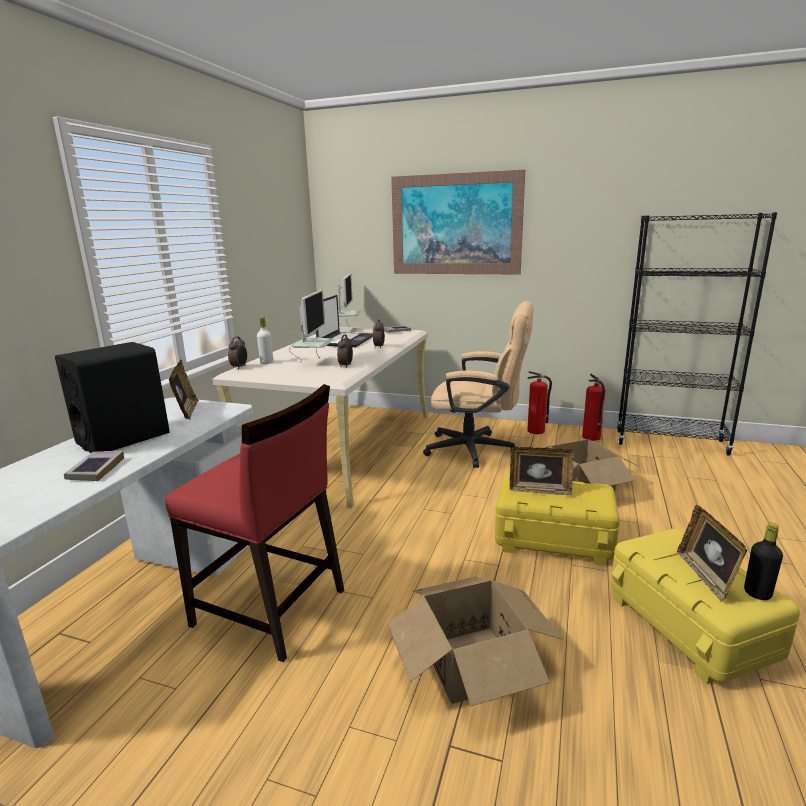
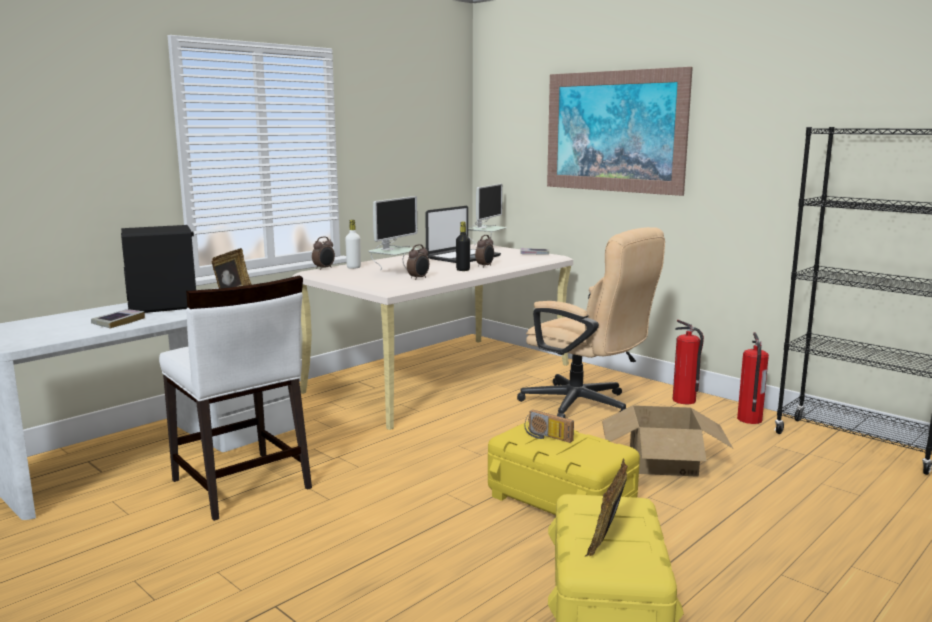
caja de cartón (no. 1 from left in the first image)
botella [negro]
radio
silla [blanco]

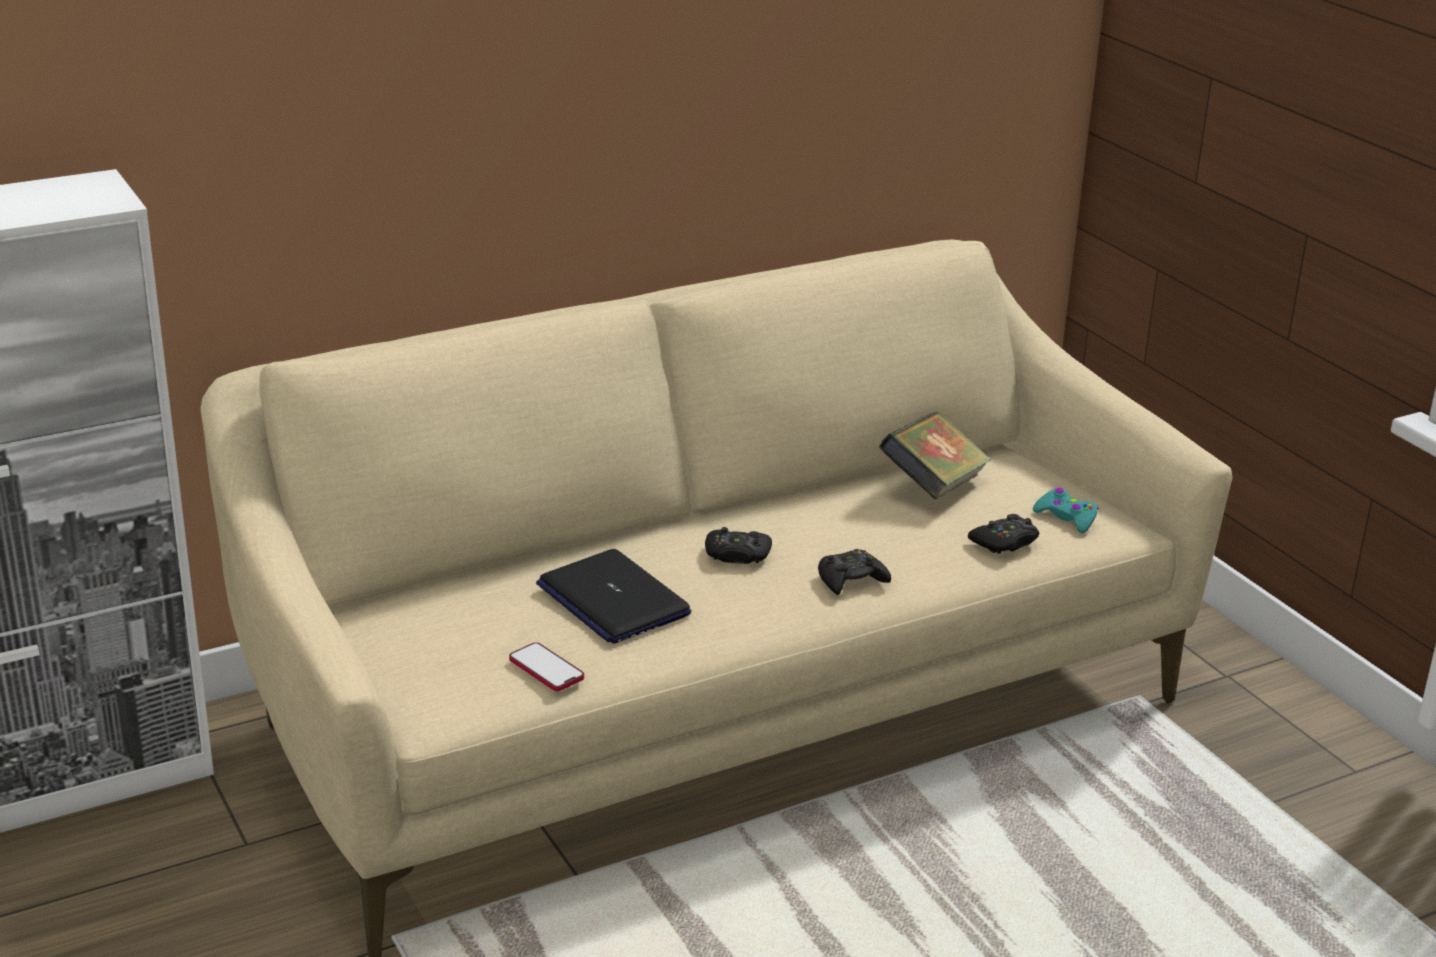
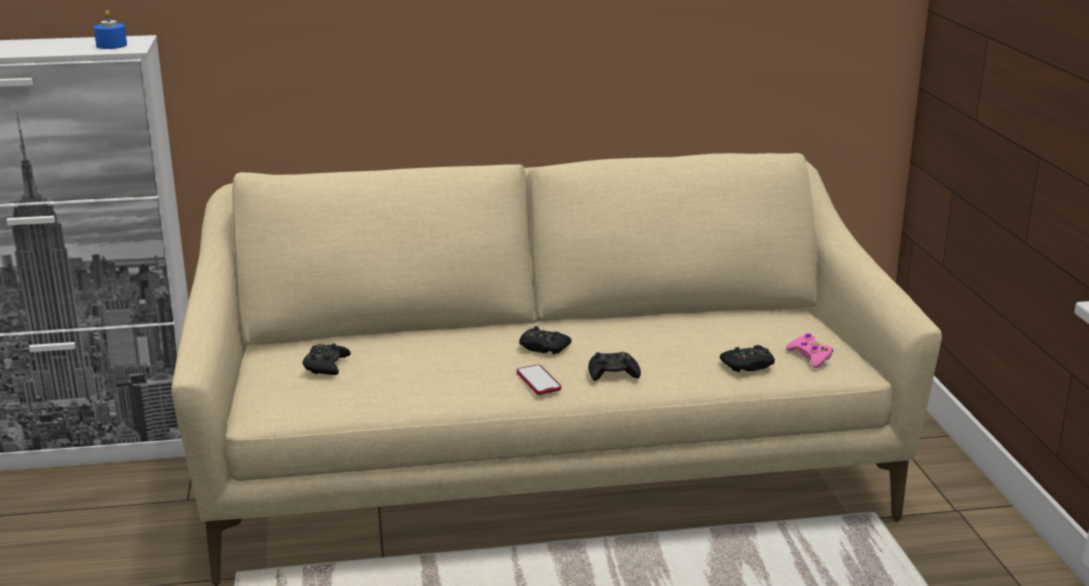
portátil
libro
vela [azul]
mando de consola [negro] (no. 1 from left)
móvil
mando de consola [rosa]

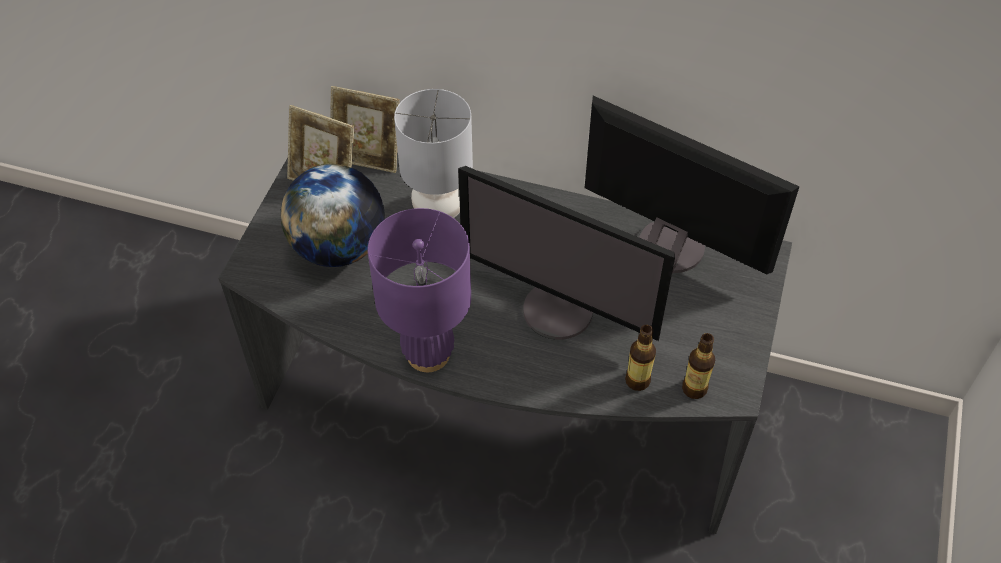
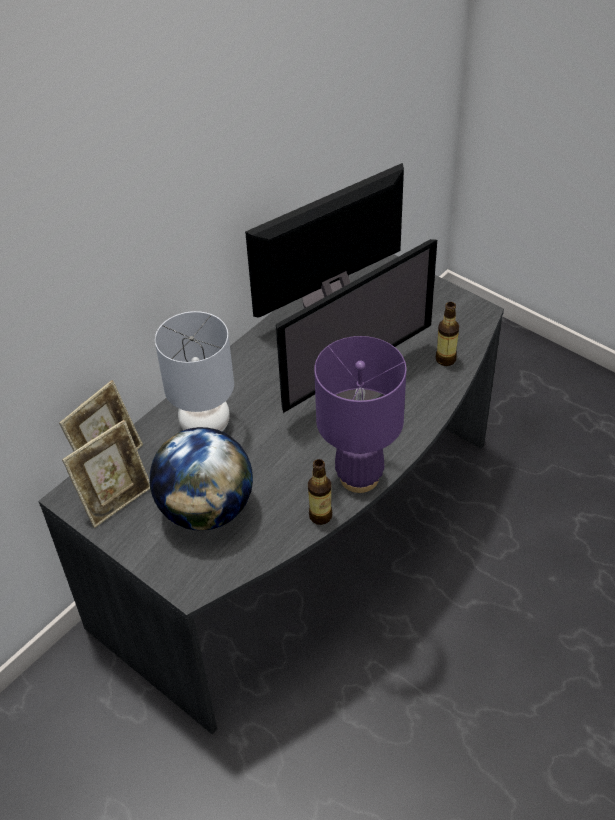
botella (no. 1 from left)

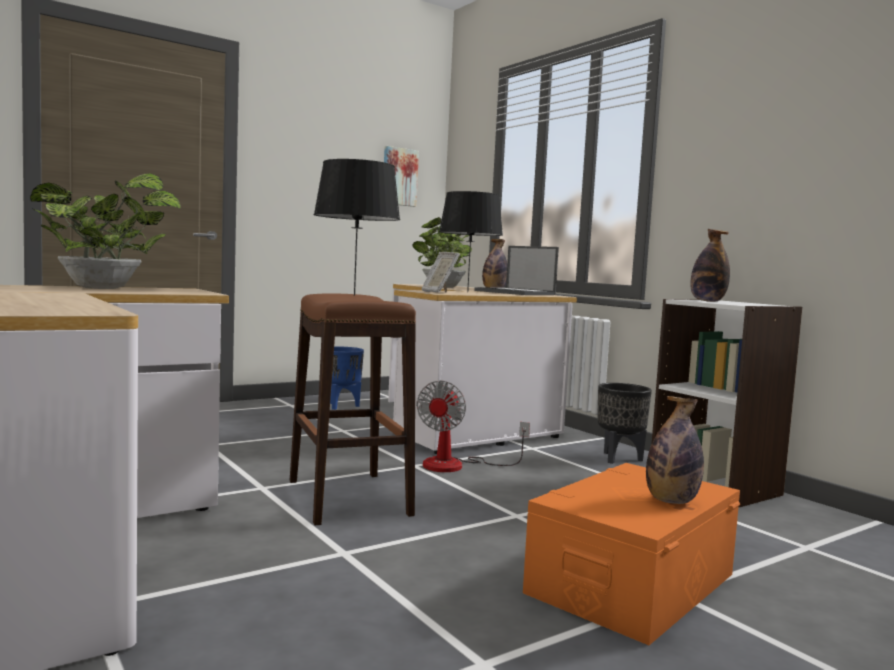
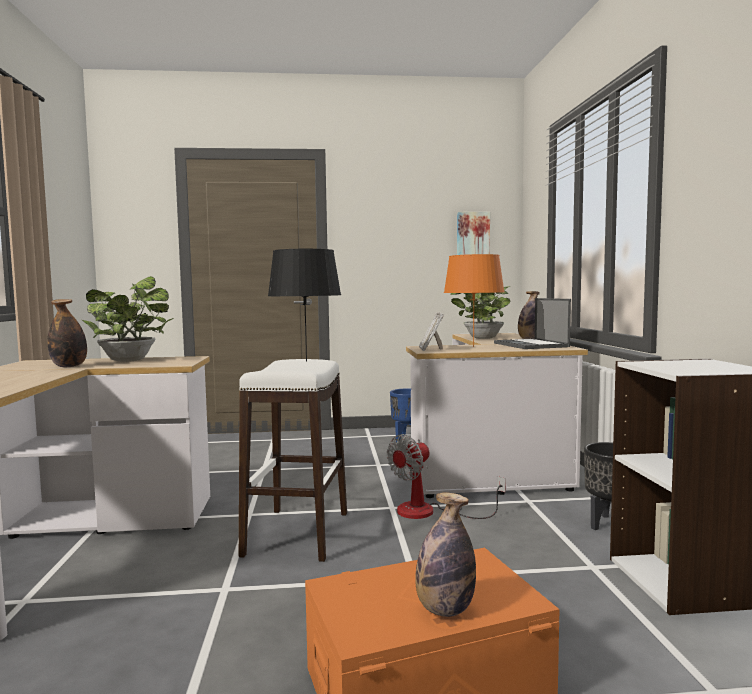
botella (no. 1 from left)
taburete [blanco]
lámpara de mesa [naranja]

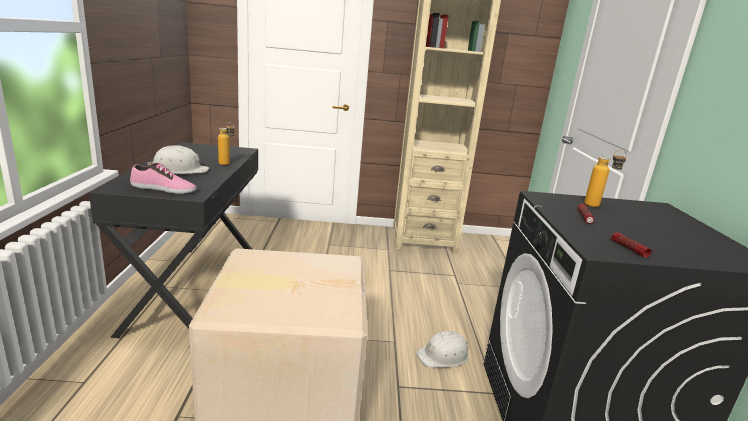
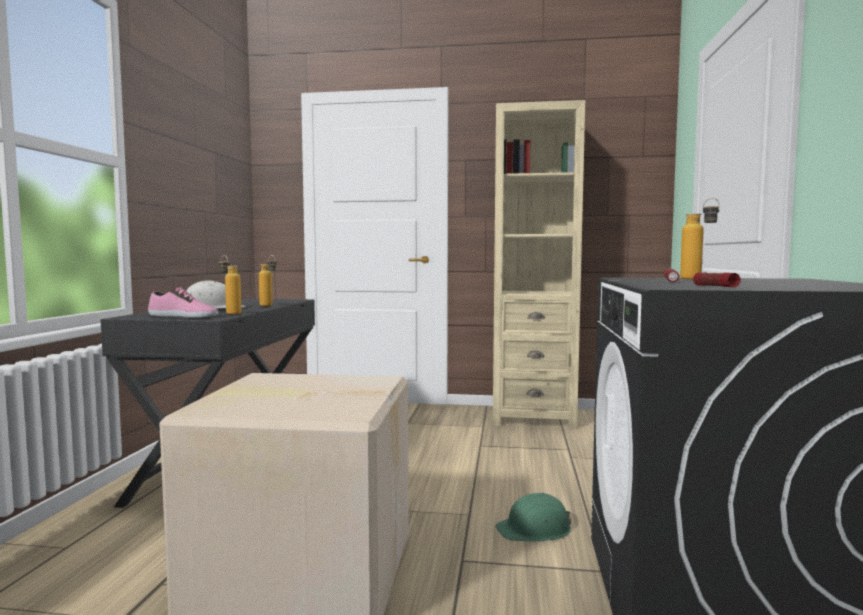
botella (no. 1 from left)
casco [verde]

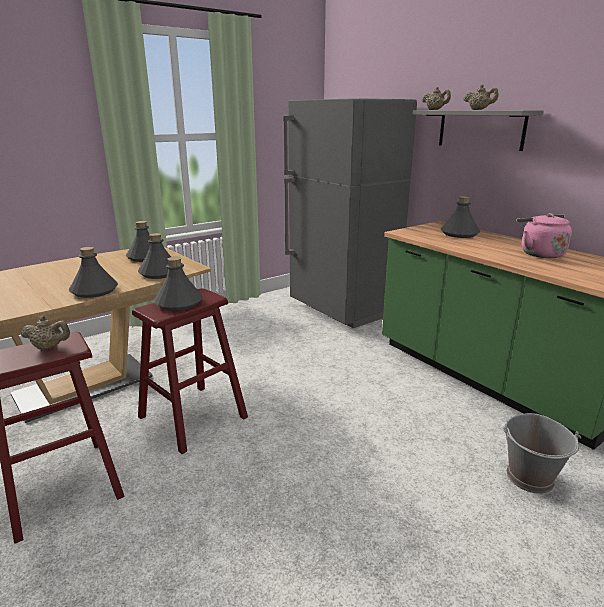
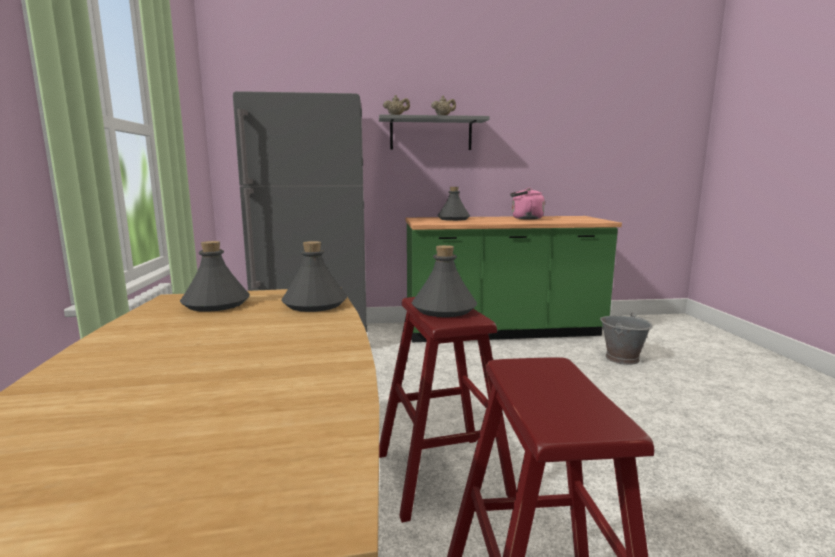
tetera [beis] (no. 1 from left in the first image)
botella [gris] (no. 1 from left in the first image)

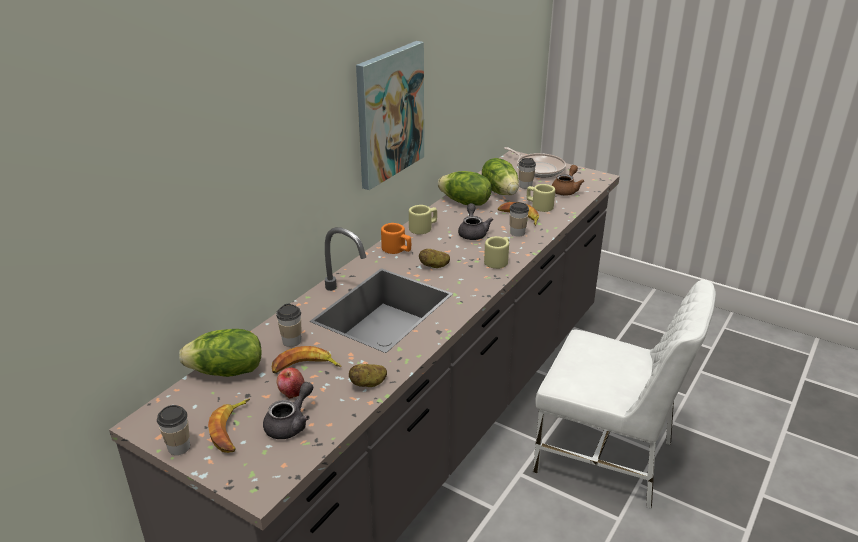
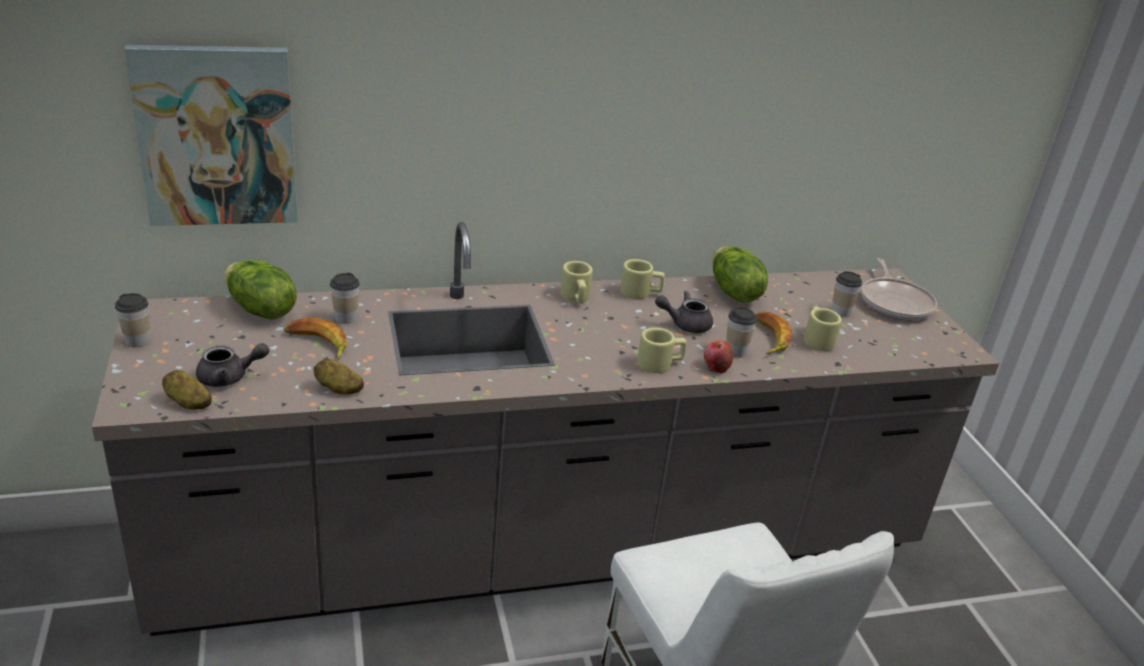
plátano (no. 1 from left in the first image)
lechuga (no. 3 from left in the first image)
tetera [marrón]
manzana
cuadro
patata (no. 1 from left)
taza grande [beis] (no. 1 from left)
tetera [gris] (no. 2 from left)

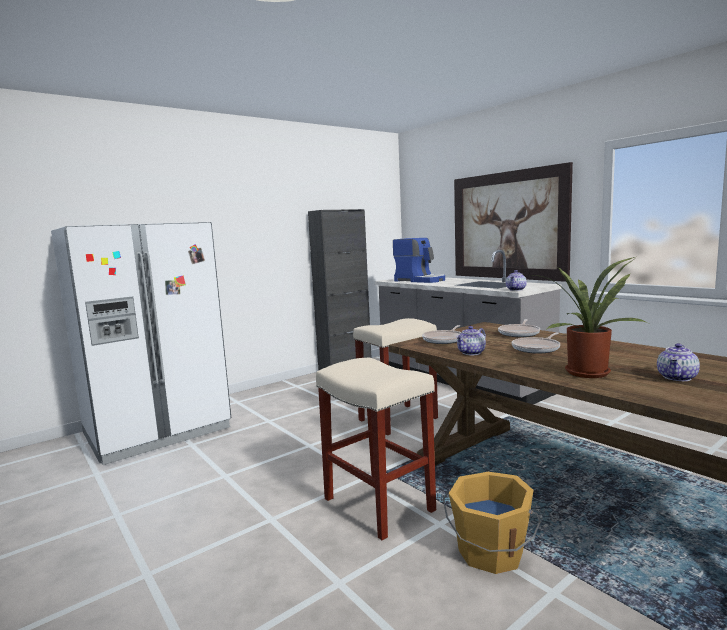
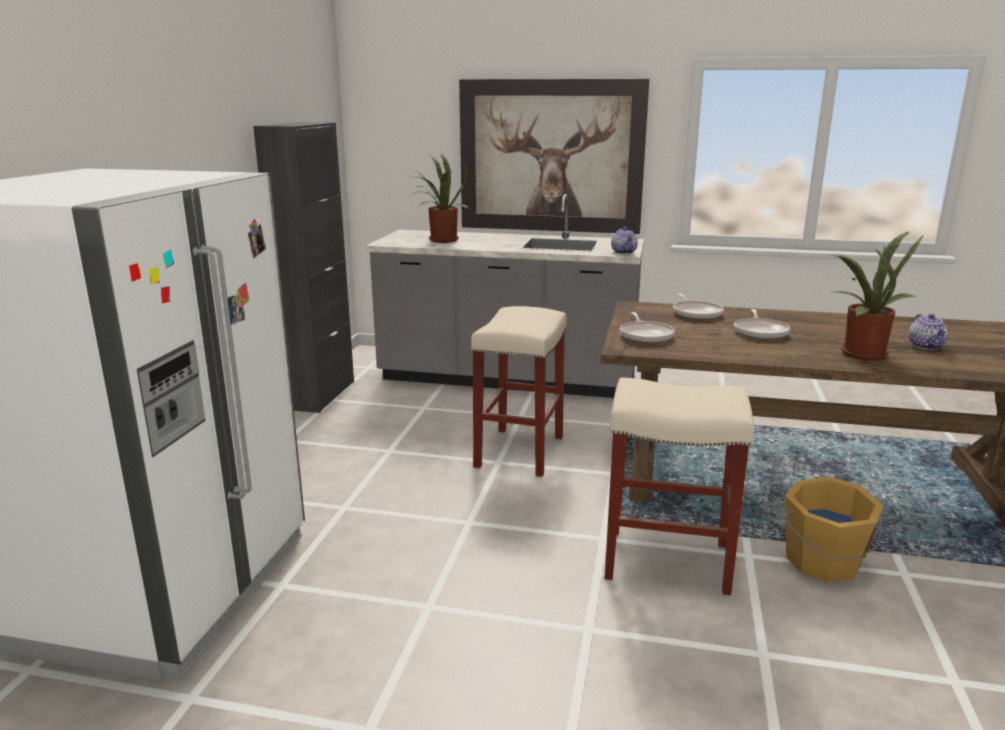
tetera (no. 1 from left in the first image)
planta en maceta (no. 1 from left)

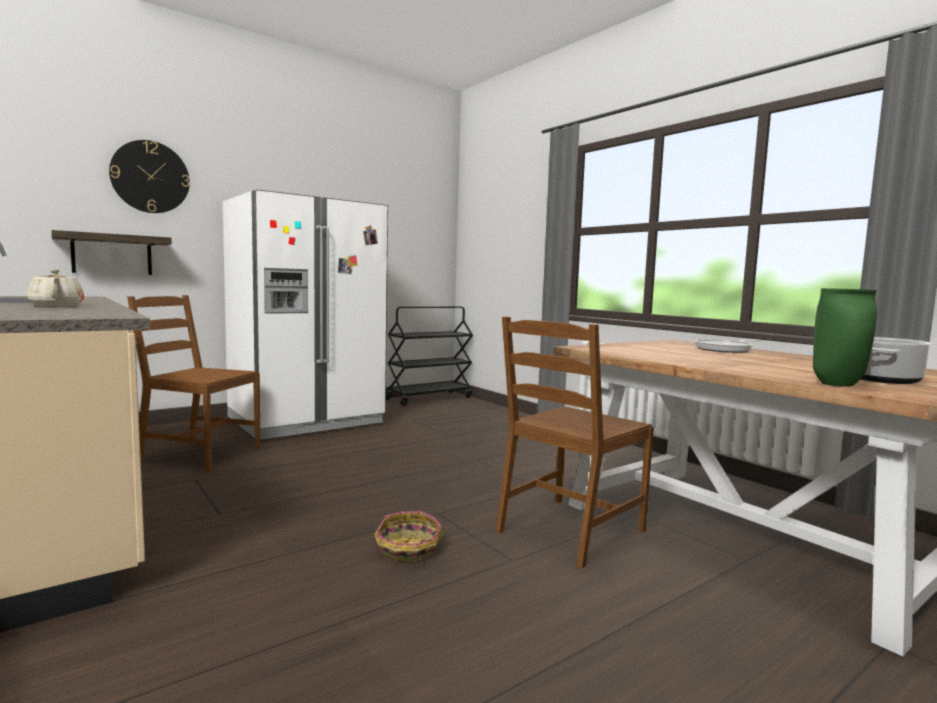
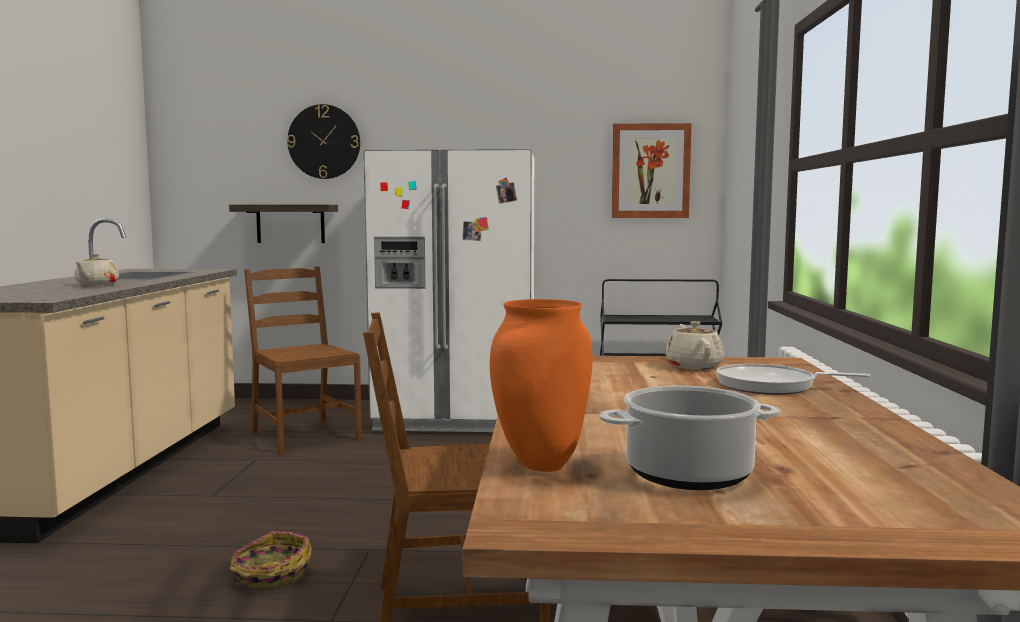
cuadro
tetera [beis] (no. 2 from left)
florero [naranja]

